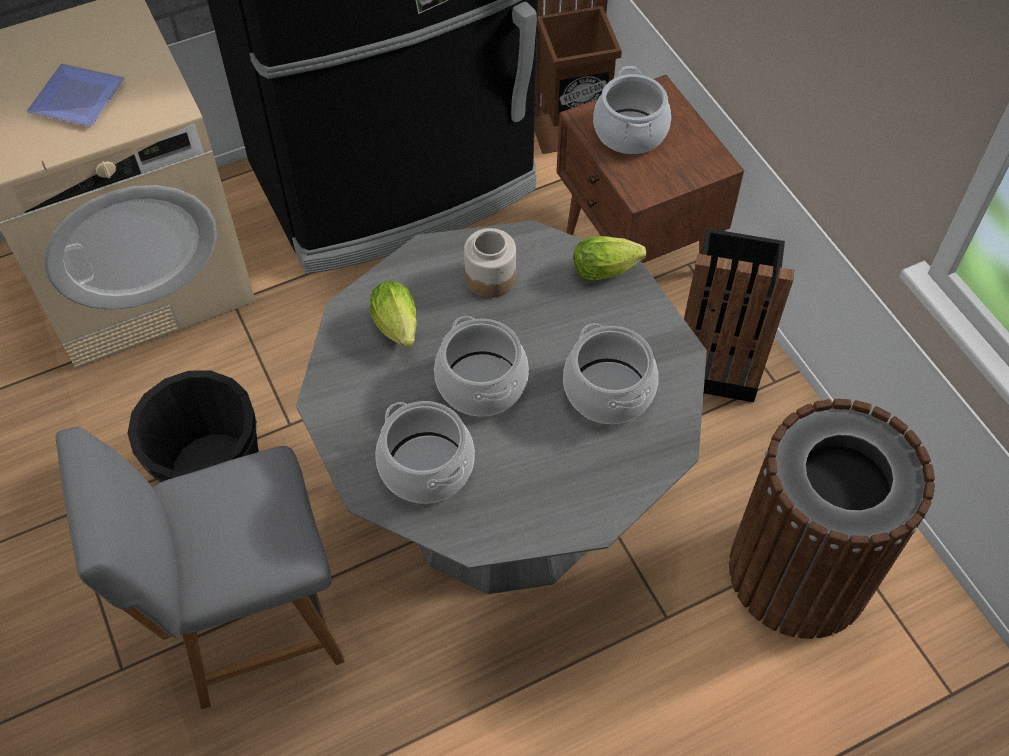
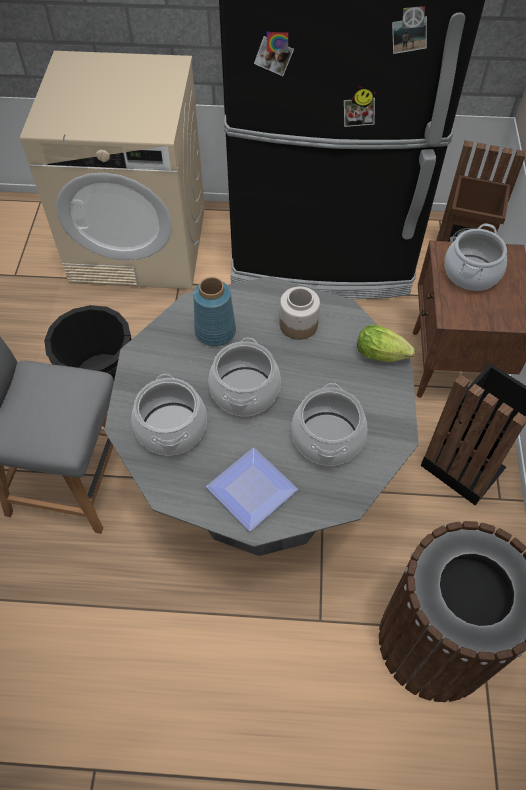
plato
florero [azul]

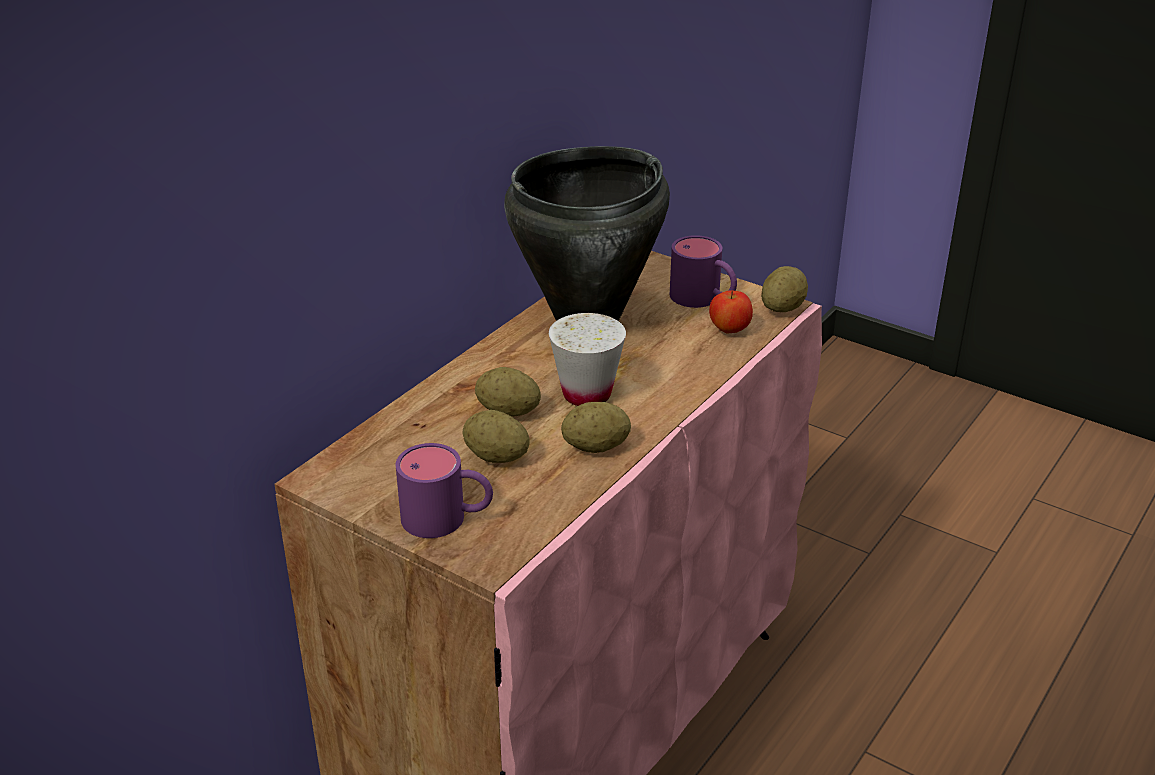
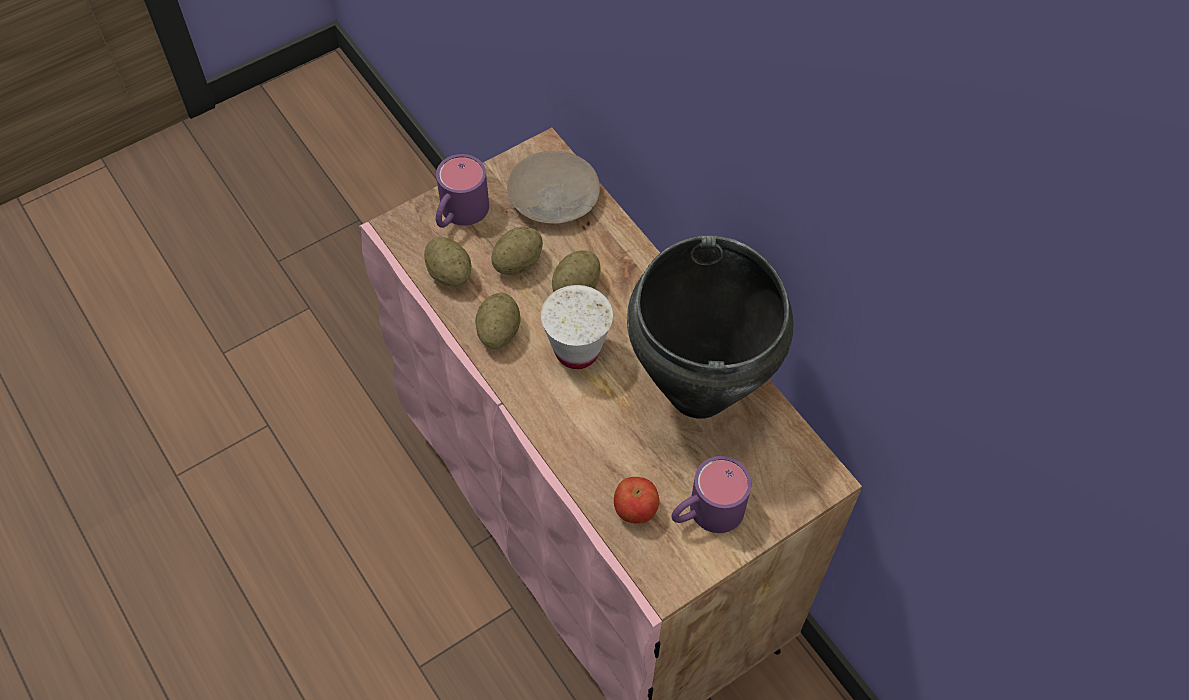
plato [beis]
patata (no. 1 from left)

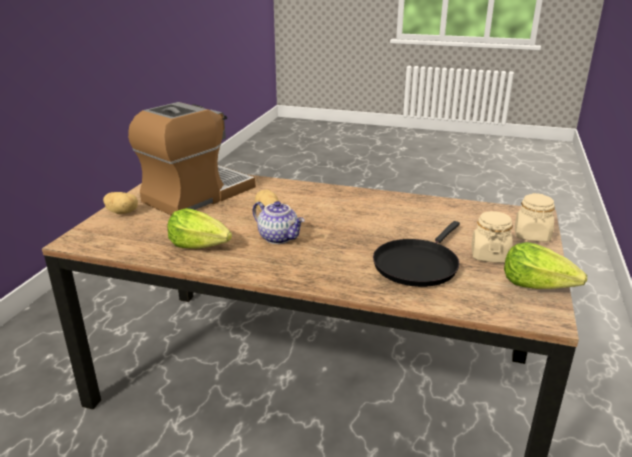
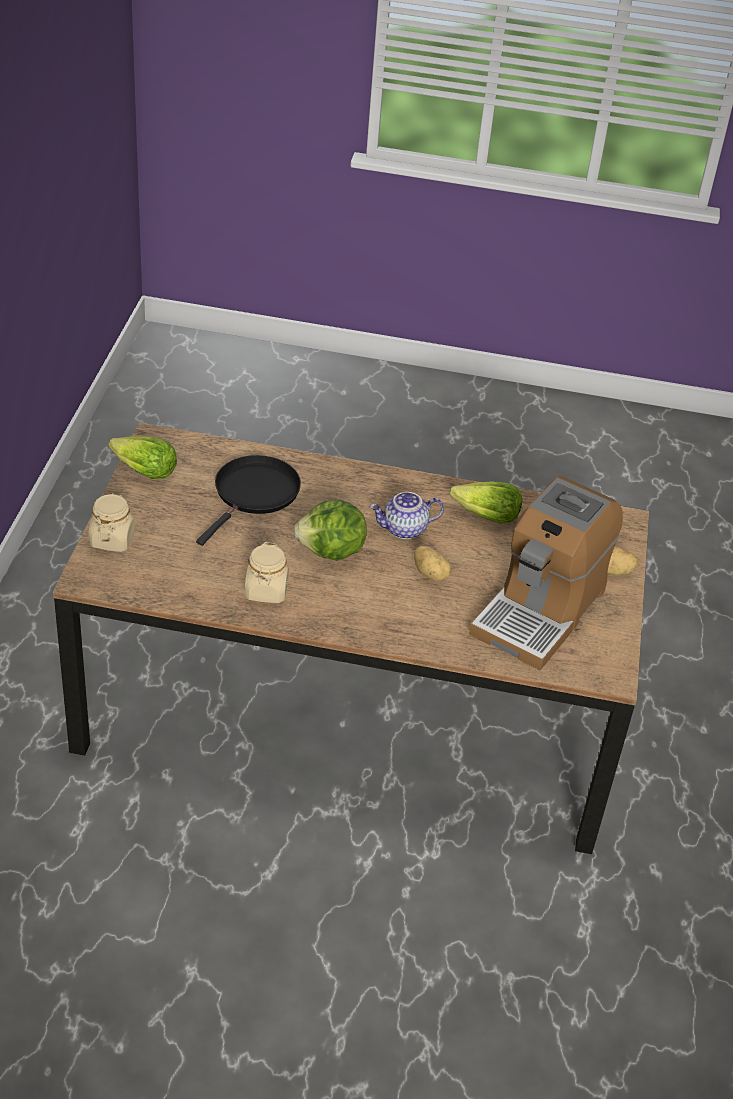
lechuga (no. 2 from left)
tarro [beis] (no. 2 from left)
tetera

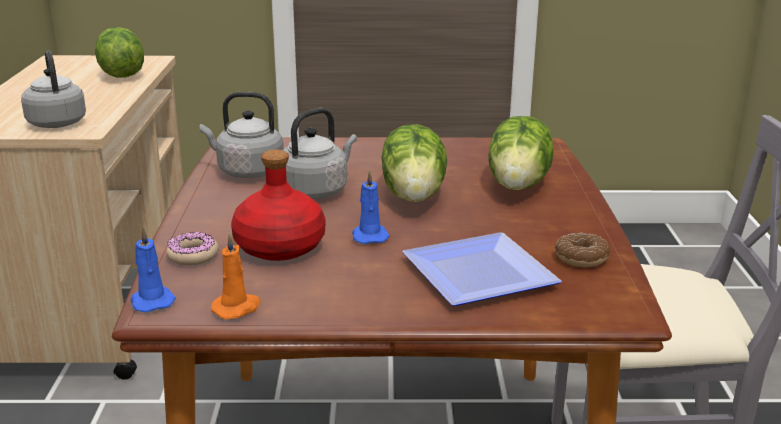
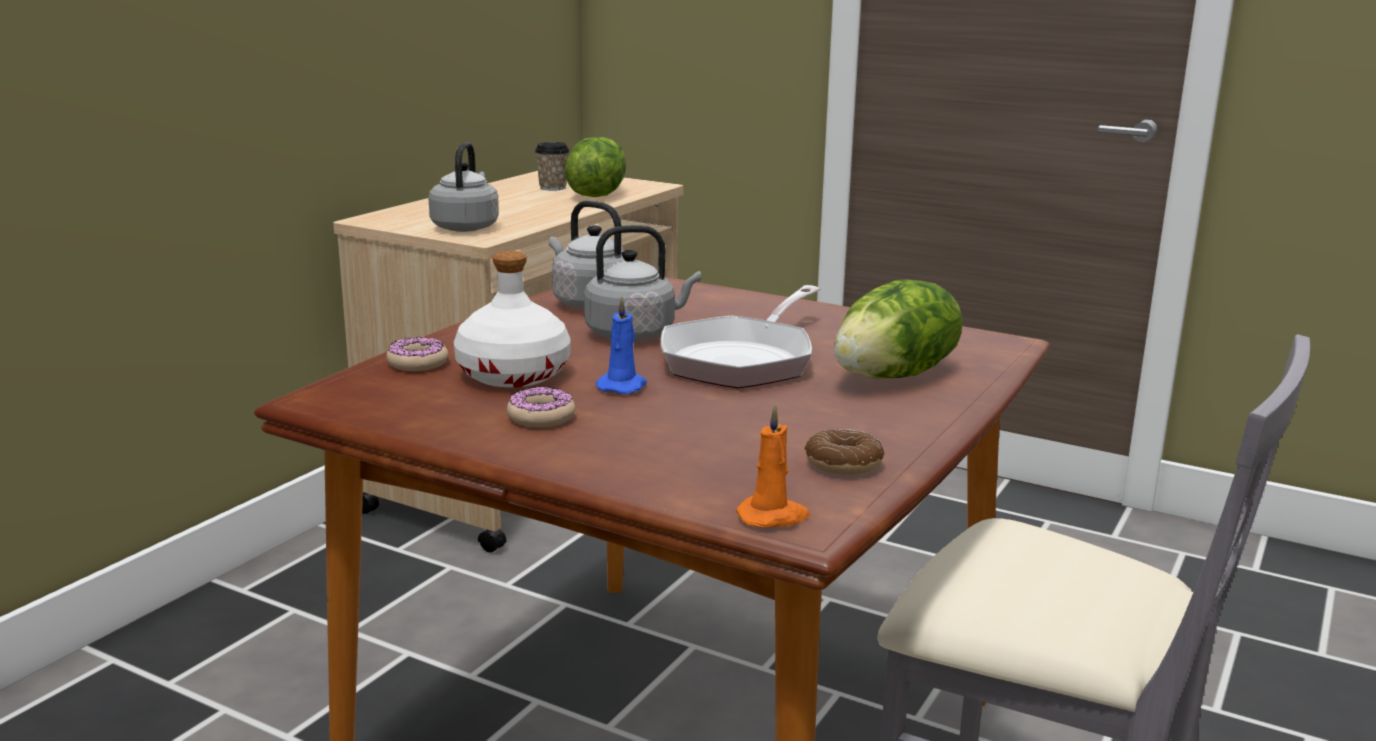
vela [azul] (no. 1 from left in the first image)
plato
rosquilla (no. 2 from left)
taza
vela [naranja]
sartén
botella [blanco]

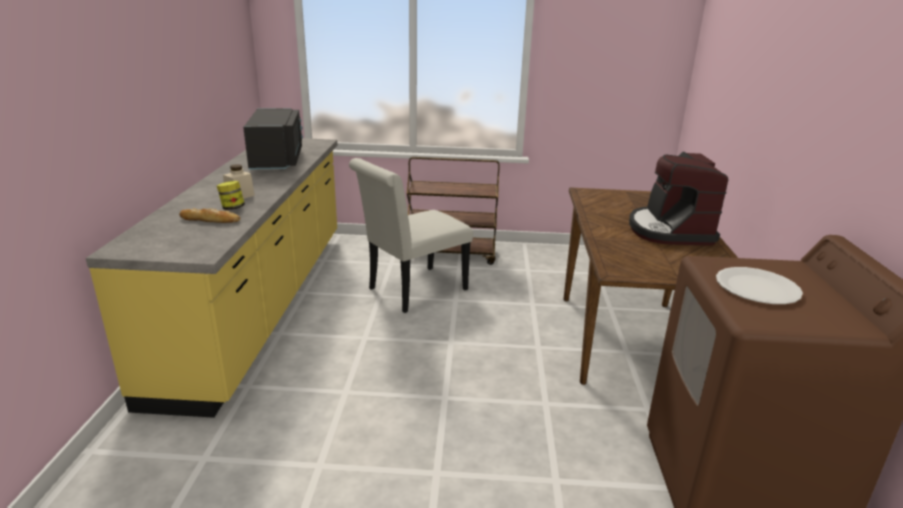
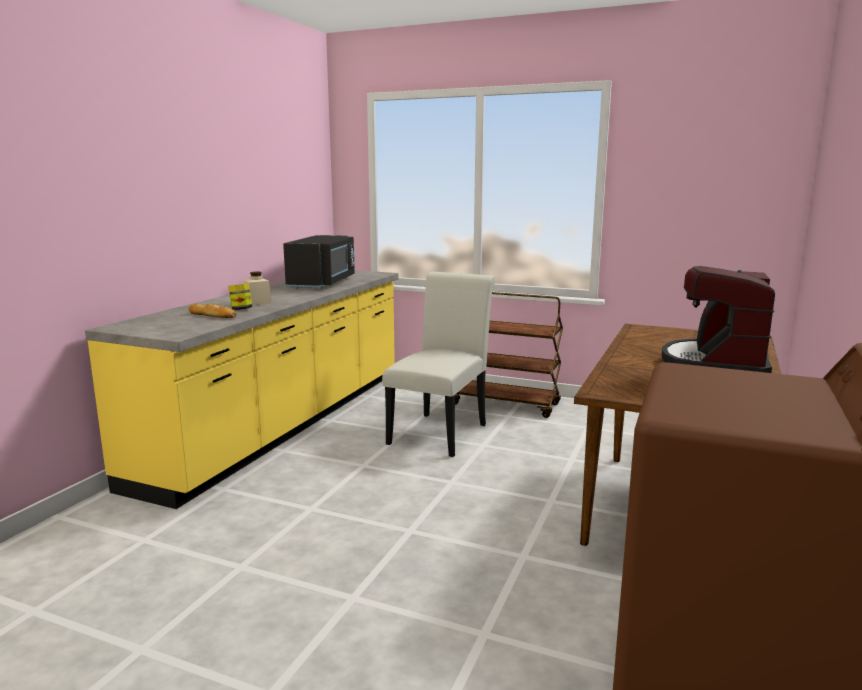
plato [blanco]
silla [blanco]

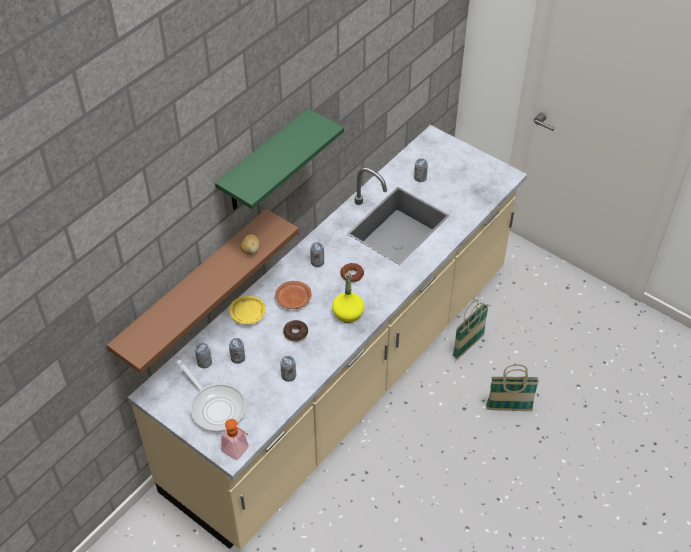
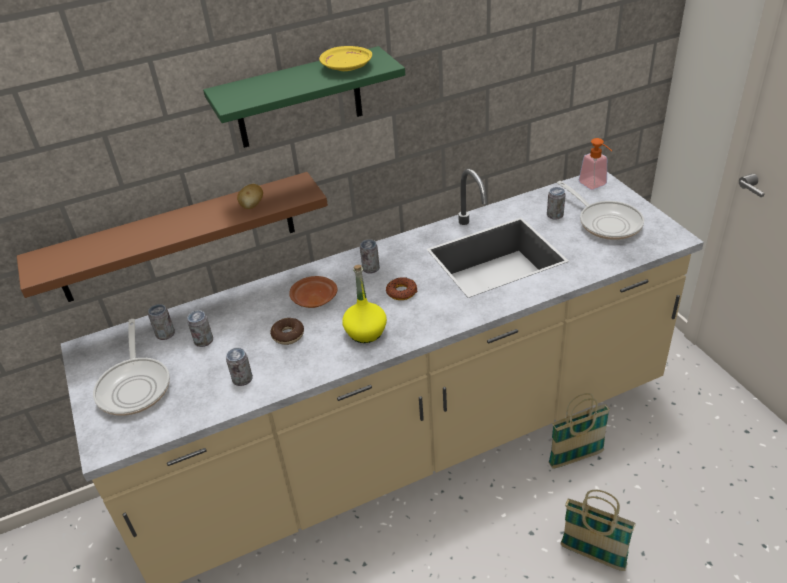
sartén (no. 2 from left)
dispensador de jabón
plato [amarillo]

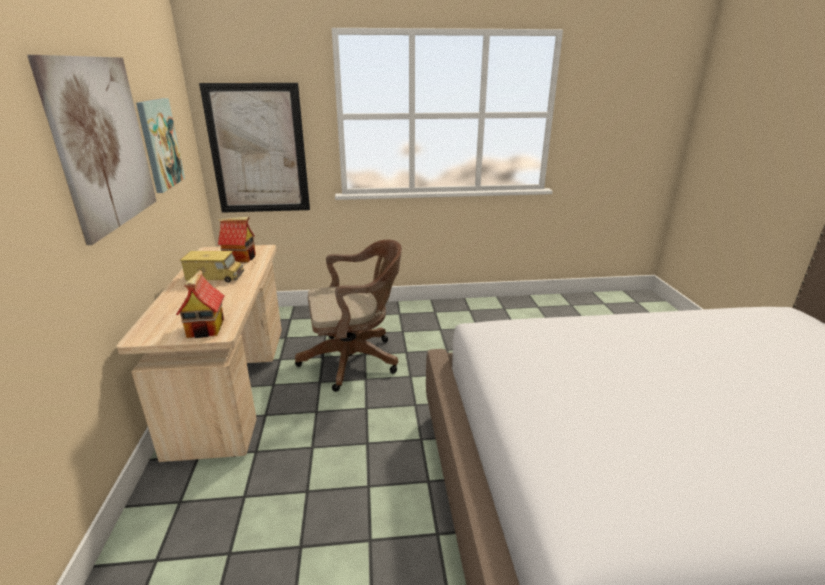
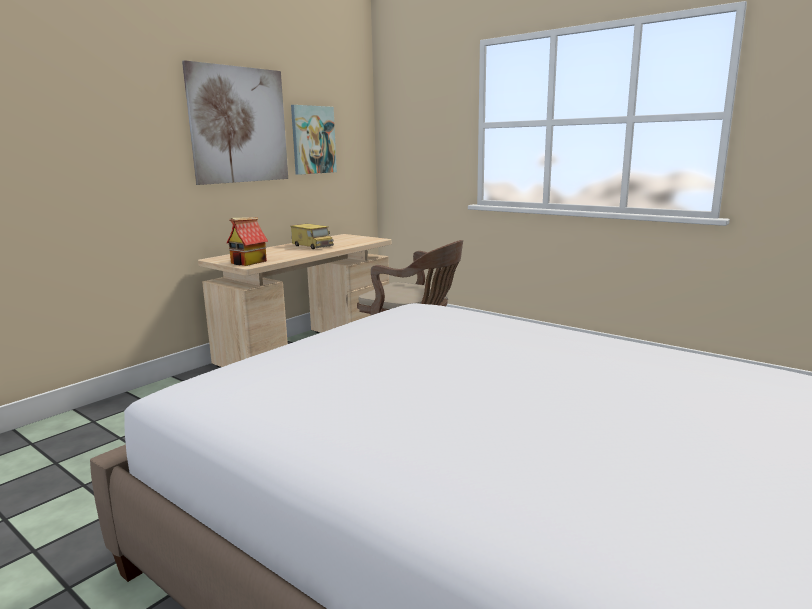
cuadro (no. 3 from left in the first image)
casita (no. 2 from left in the first image)

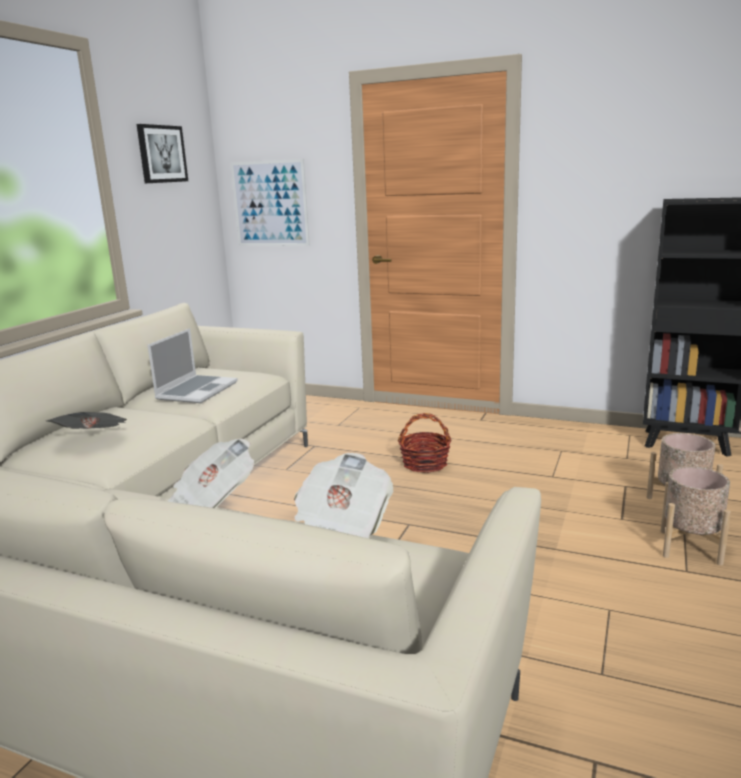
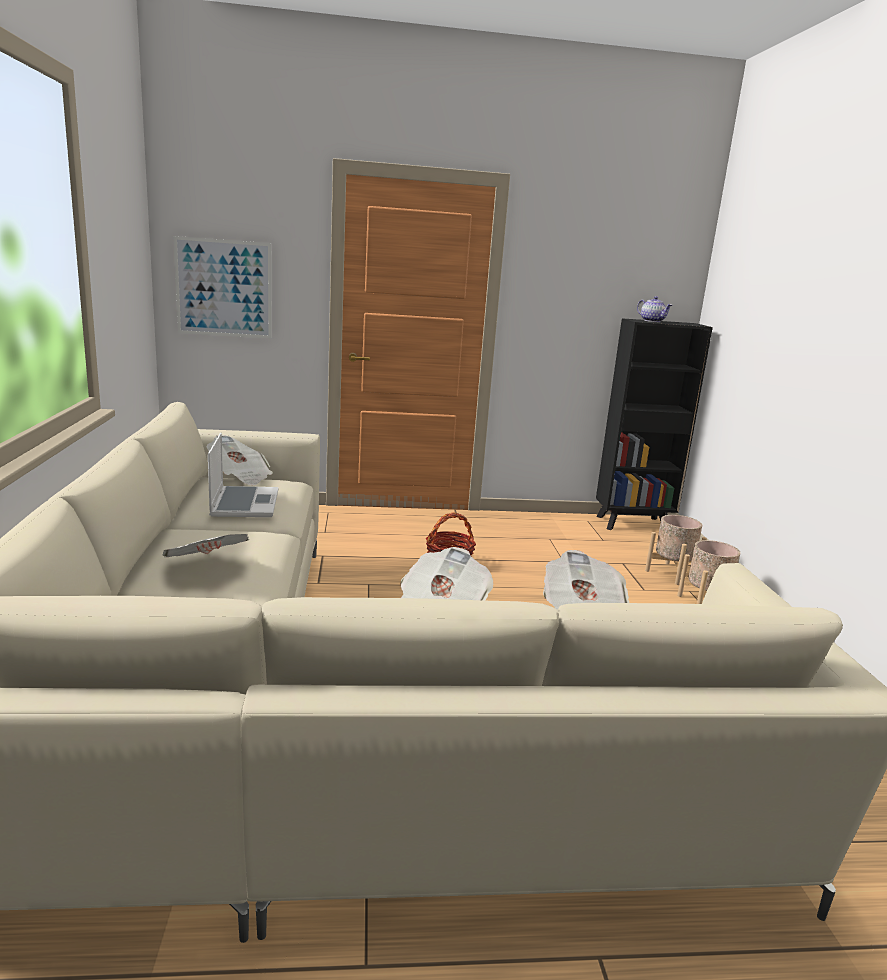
cuadro (no. 1 from left in the first image)
periódico (no. 2 from left)
tetera

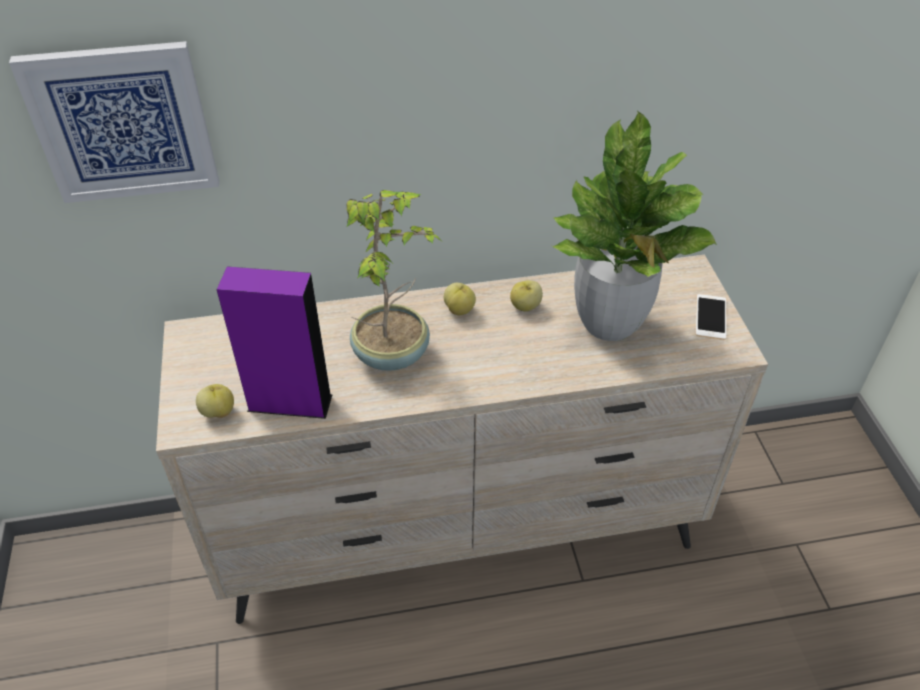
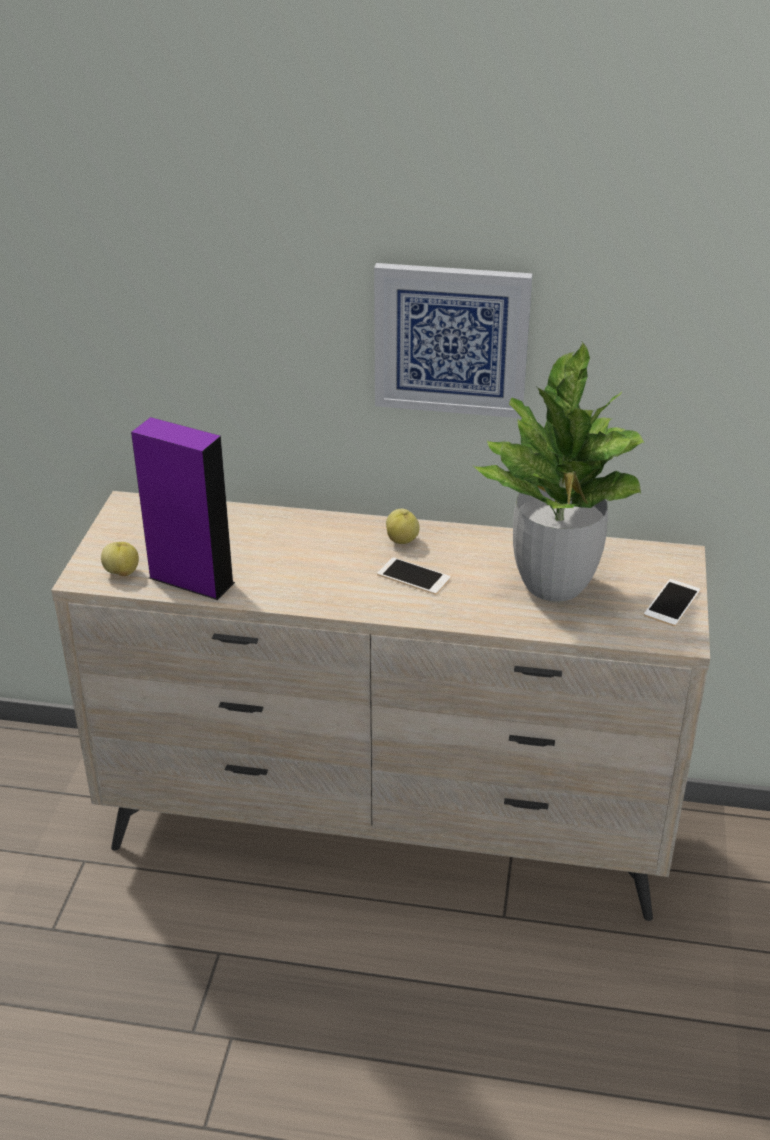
planta en maceta (no. 1 from left in the first image)
manzana (no. 3 from left in the first image)
móvil (no. 1 from left)
cuadro

